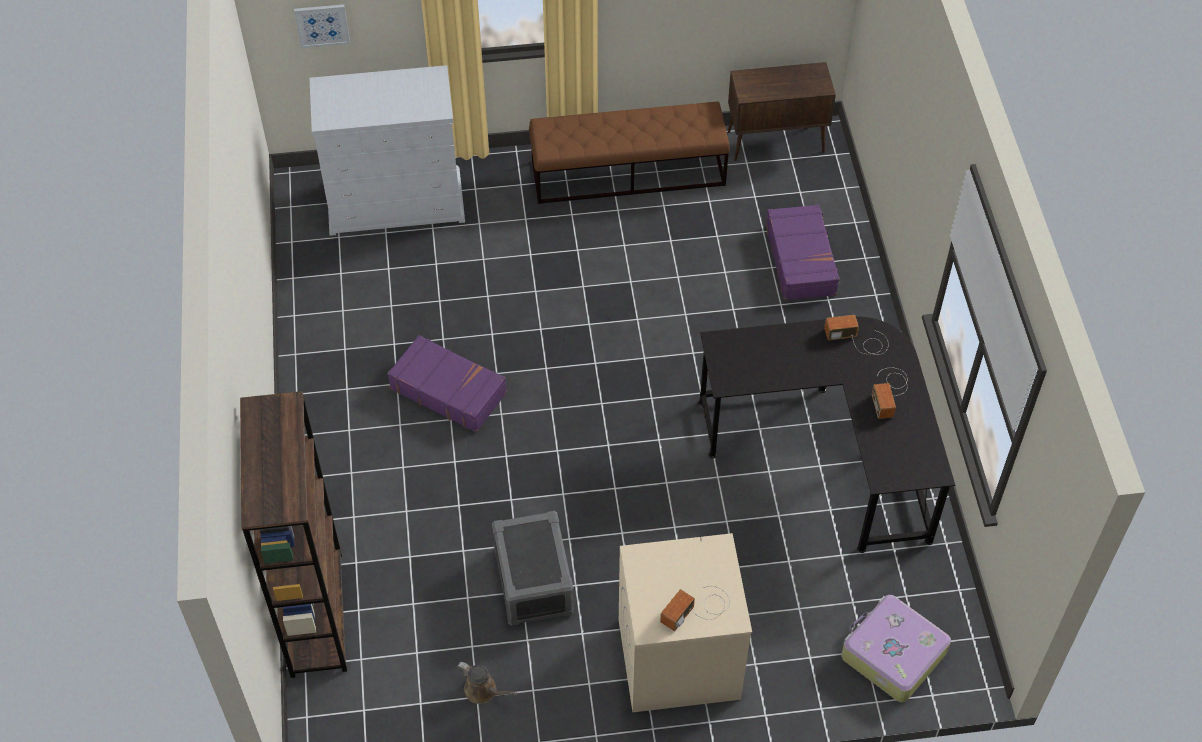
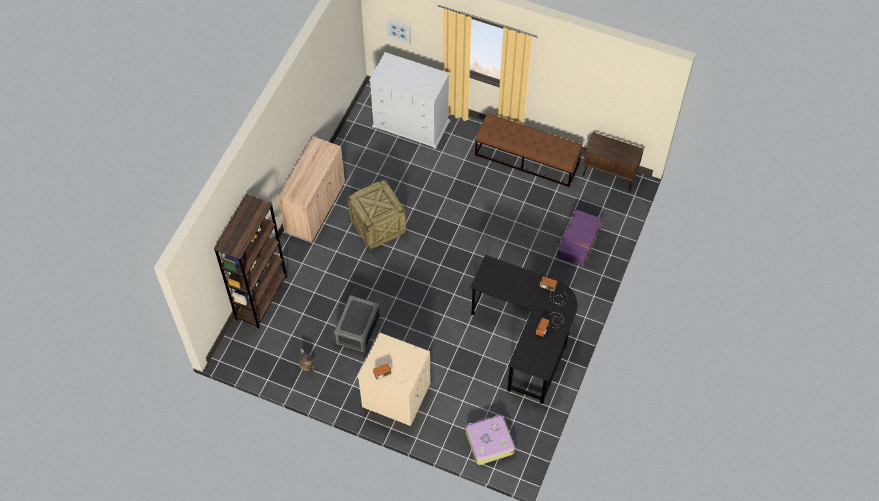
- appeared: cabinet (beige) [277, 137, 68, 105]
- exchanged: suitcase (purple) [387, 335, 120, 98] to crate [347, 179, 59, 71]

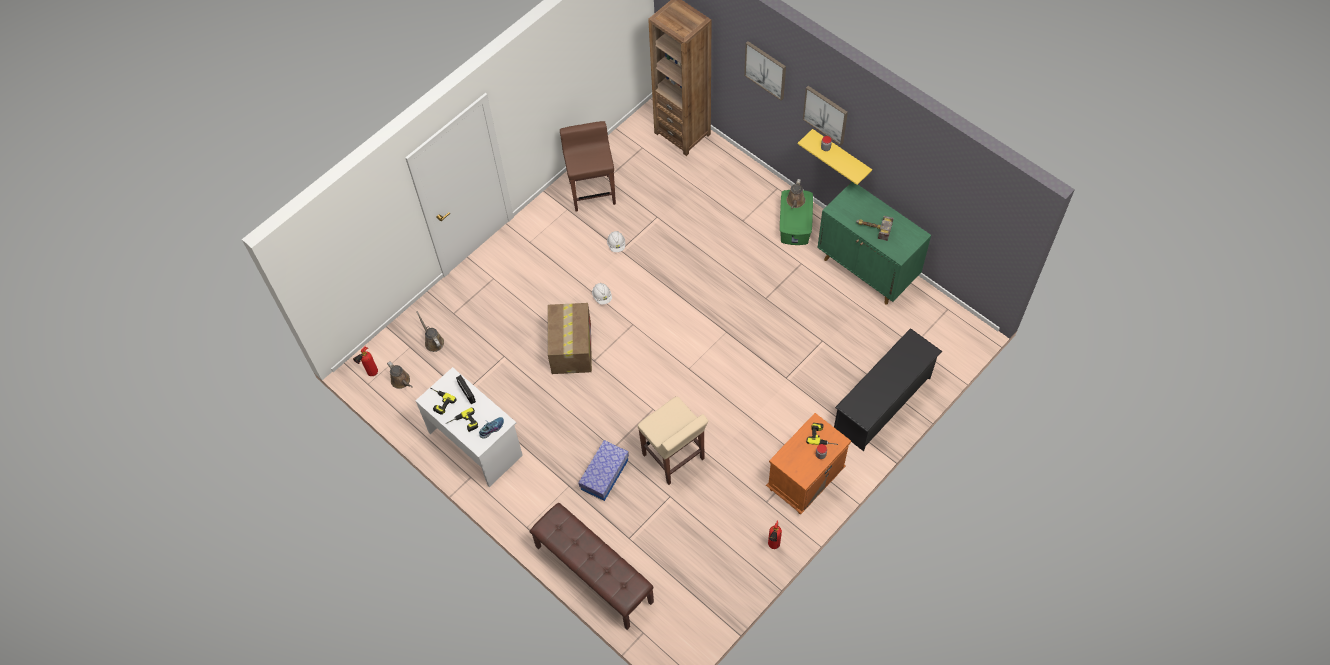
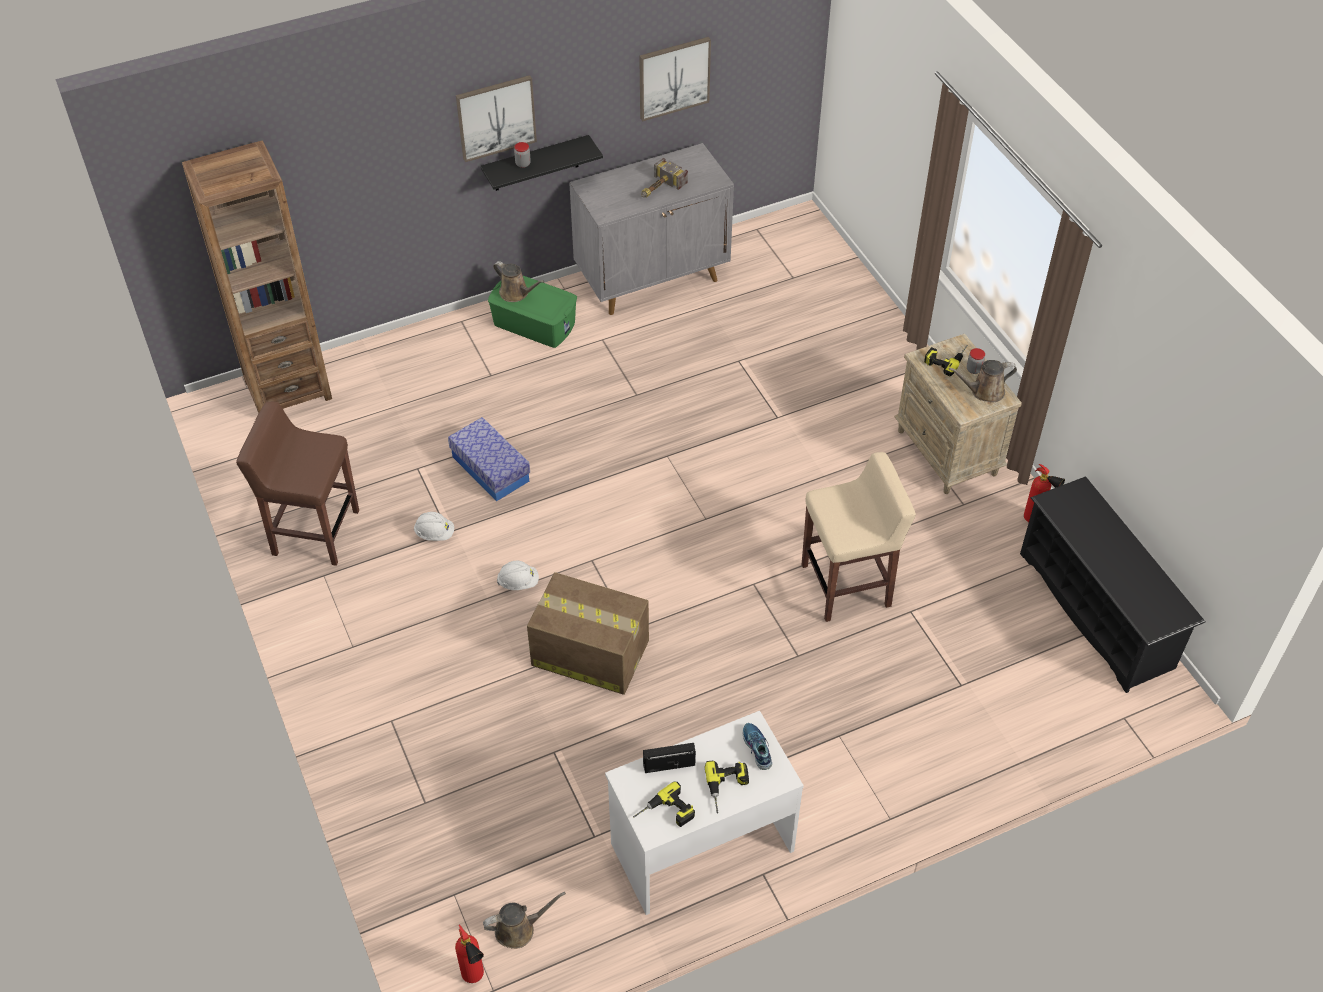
- missing: bench (brown) [530, 503, 124, 127]
- relocated: watering can (brown) [416, 311, 28, 41] to [949, 360, 68, 43]
- relocated: storage box [579, 440, 50, 61] to [448, 417, 82, 84]
- relocated: picture [744, 41, 42, 60] to [639, 37, 72, 84]
- relocated: shoe rack (black) [834, 328, 108, 123] to [1020, 476, 186, 217]
- colour: nightstand (orange) [766, 413, 85, 101] to nightstand (beige) [894, 334, 128, 160]
- colour: shelf (yellow) [798, 129, 74, 56] to shelf (black) [480, 135, 123, 56]
- colour: cabinet (green) [817, 182, 114, 123] to cabinet (grey) [569, 143, 165, 172]

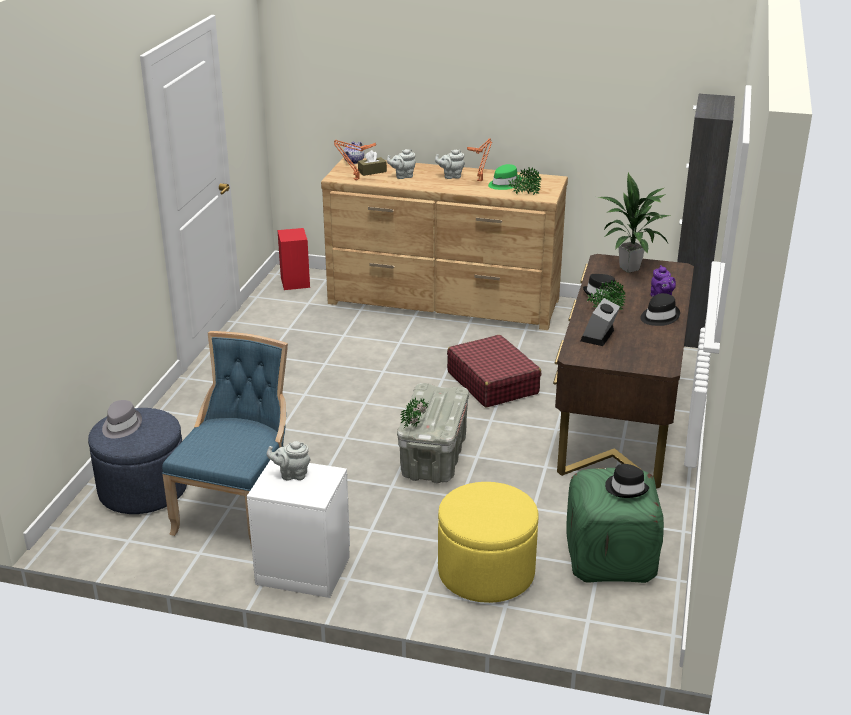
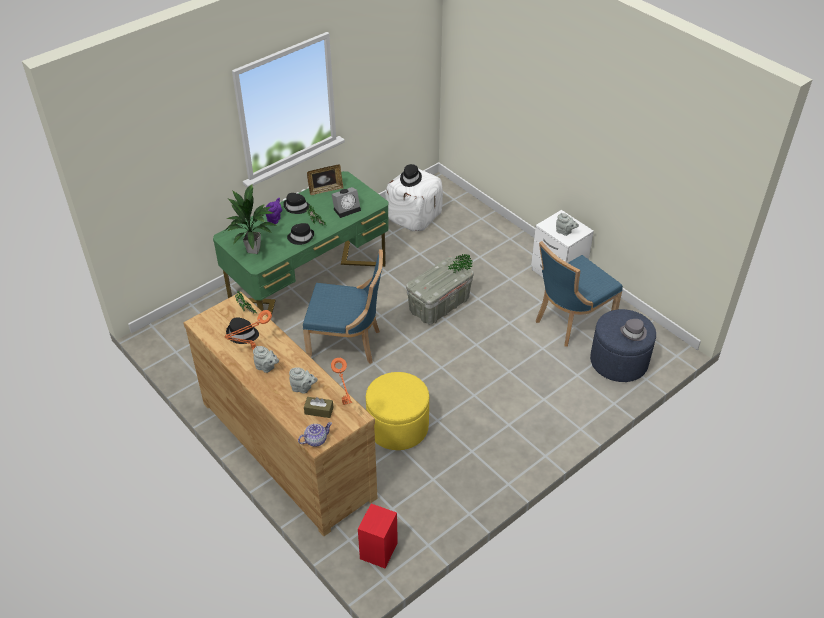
- missing: cabinet (black) [677, 94, 58, 254]
- appeared: picture frame [307, 164, 36, 31]
- relocated: ottoman (yellow) [438, 482, 100, 121] to [366, 372, 63, 78]
- exchanged: suitcase (red) [447, 335, 94, 72] to chair (blue) [303, 249, 80, 115]
- colour: hat (green) [488, 164, 33, 26] to hat (black) [226, 317, 33, 27]
- colour: desk (brown) [553, 254, 141, 235] to desk (green) [213, 171, 176, 146]
- colour: ottoman (green) [566, 468, 98, 115] to ottoman (white) [385, 169, 58, 62]

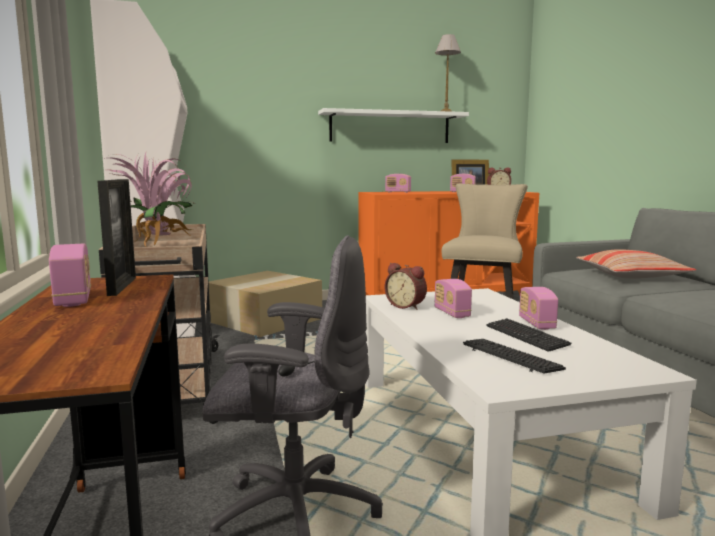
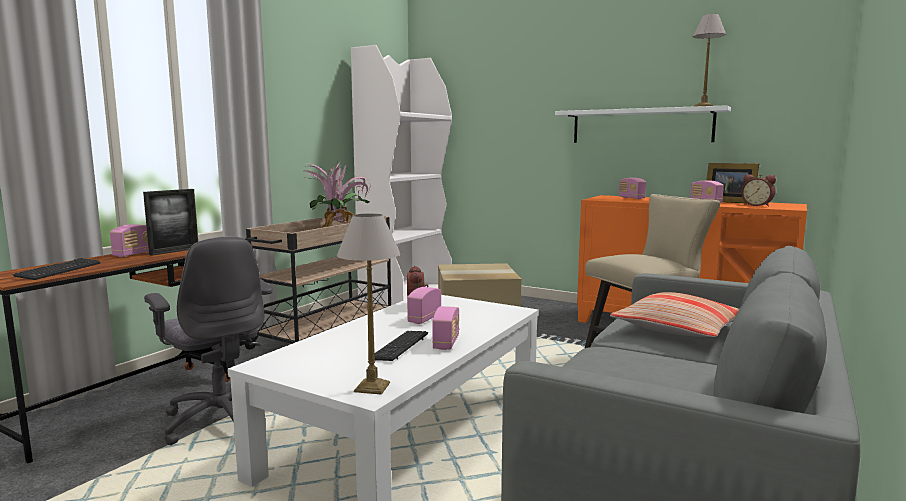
- appeared: table lamp [337, 214, 63, 181]
- relocated: keyboard [463, 339, 103, 34] to [13, 258, 88, 22]
- spun: radio [519, 287, 39, 43] = [432, 306, 27, 44] 150 degrees clockwise

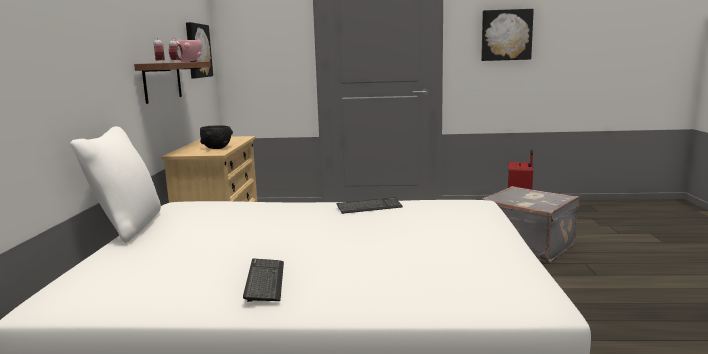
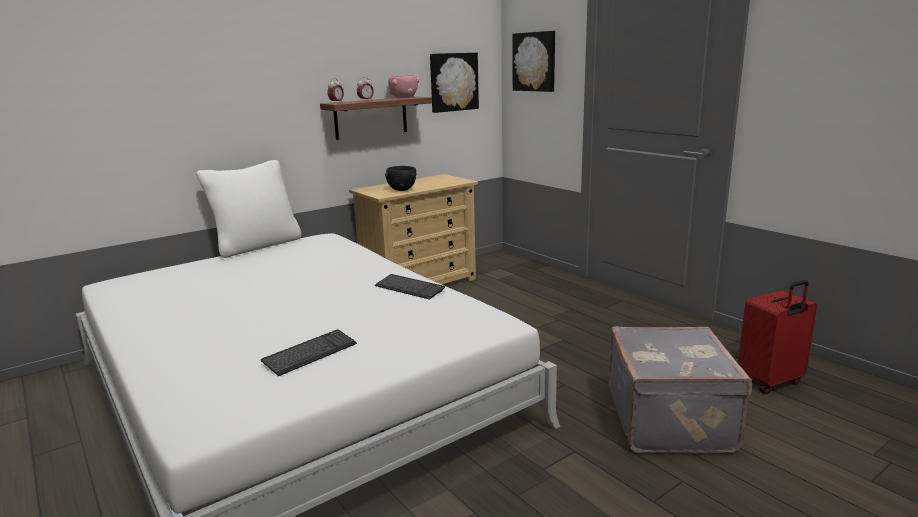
- relocated: keyboard [243, 259, 41, 43] to [261, 329, 96, 47]
- relocated: picture [481, 9, 53, 52] to [513, 31, 42, 61]

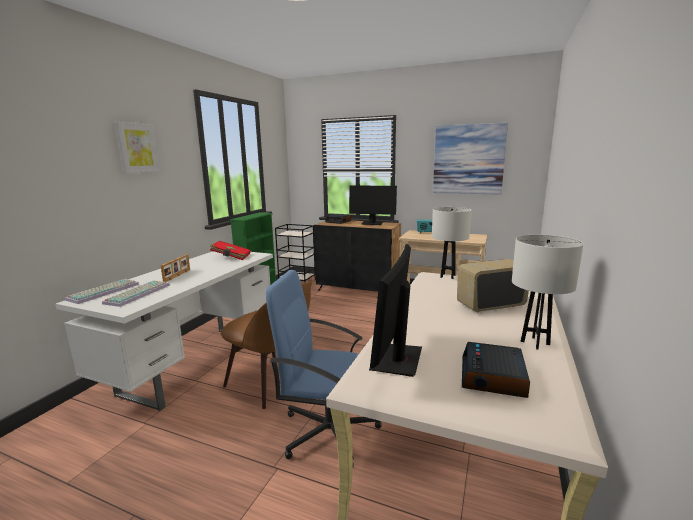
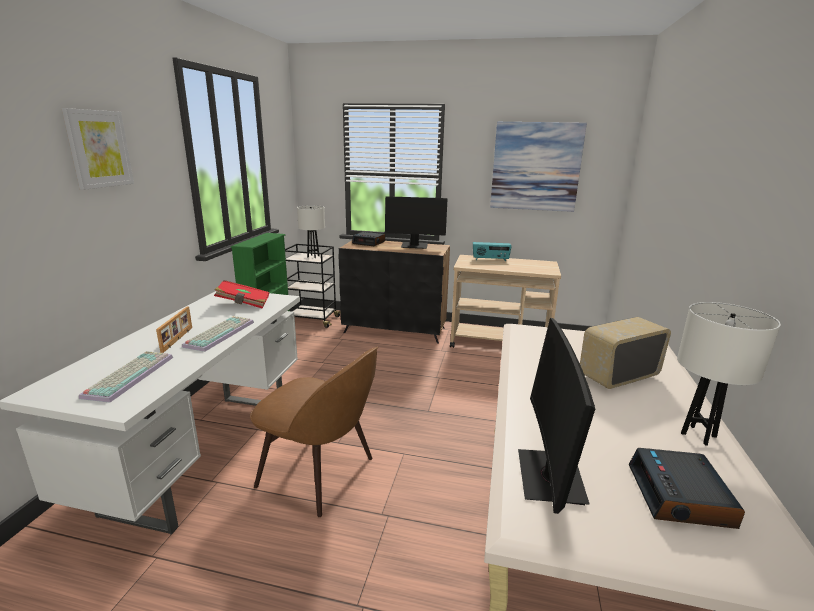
- missing: office chair (blue) [266, 270, 116, 197]
- relocated: keyboard [65, 279, 74, 25] to [182, 316, 72, 36]
- relocated: table lamp (white) [432, 207, 40, 72] to [297, 205, 28, 53]

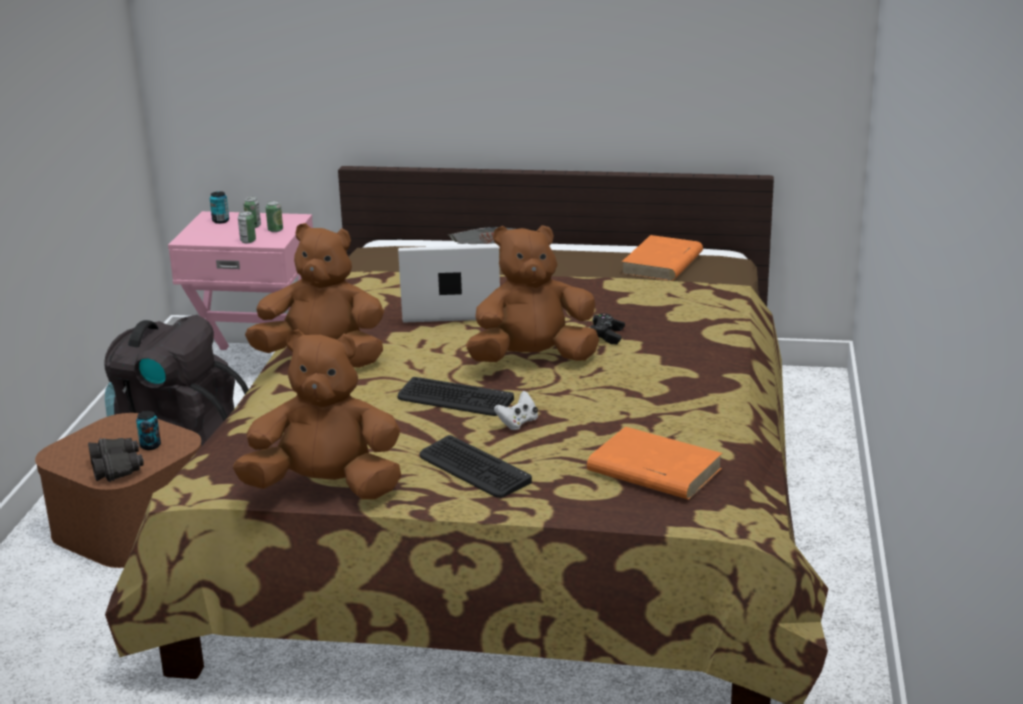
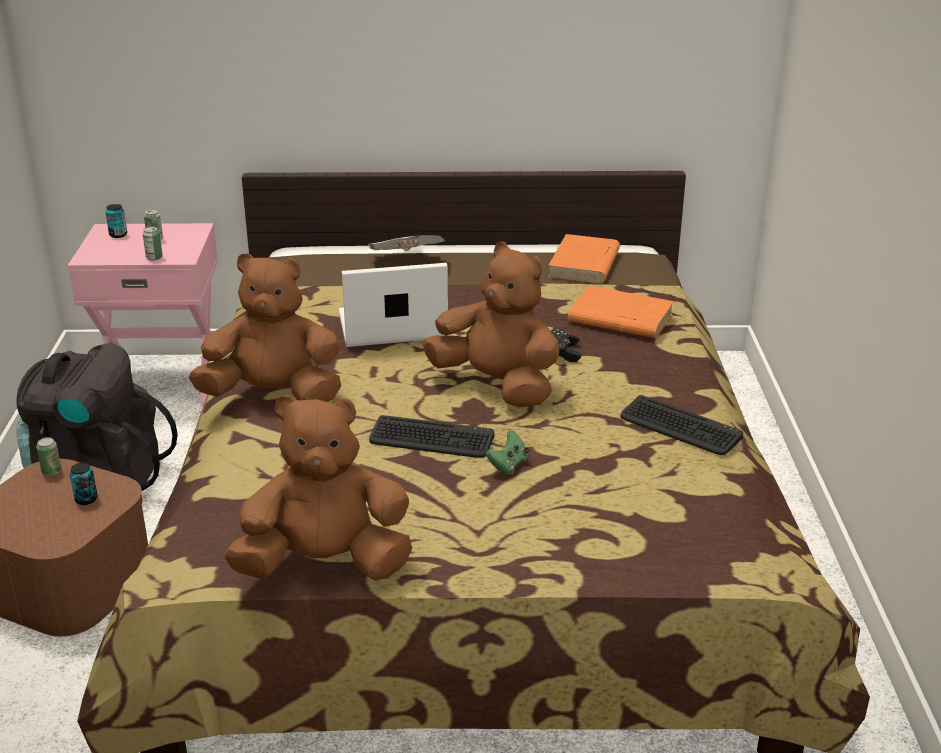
- missing: binoculars (black) [88, 438, 56, 44]
- relocated: can [266, 201, 17, 31] to [36, 437, 26, 39]
- relocated: keyboard [420, 435, 112, 63] to [620, 395, 123, 60]
- relocated: book (orange) [587, 427, 136, 73] to [568, 285, 106, 53]
- colour: game controller (white) [494, 391, 44, 39] to game controller (green) [485, 430, 44, 45]
- spun: plush toy (brown) [466, 225, 133, 137] = [423, 242, 136, 166] 60 degrees clockwise

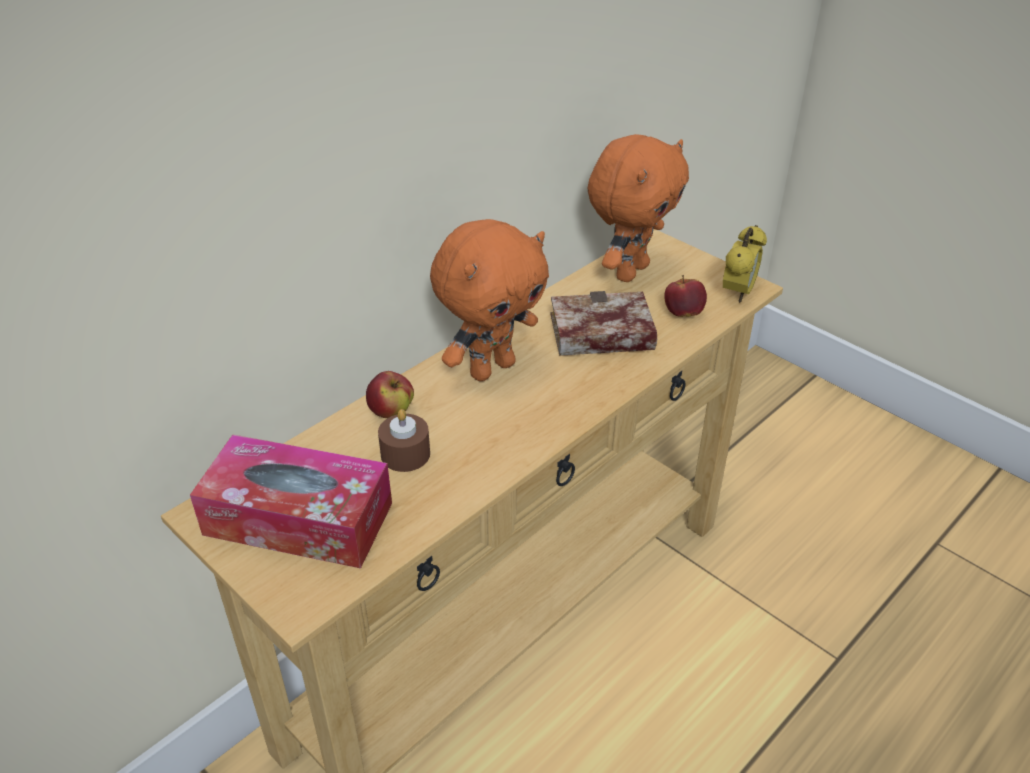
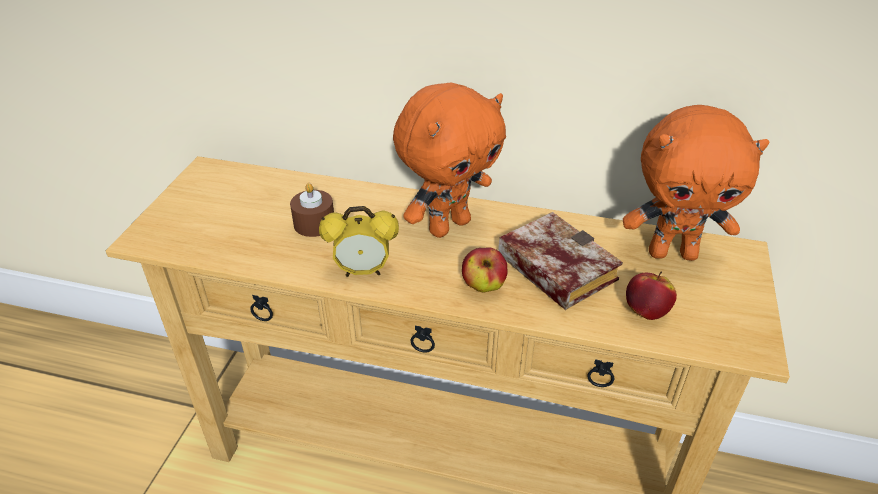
- missing: tissue box [190, 435, 202, 134]
- relocated: apple [366, 371, 48, 47] to [462, 247, 45, 45]
- relocated: alarm clock [723, 225, 44, 78] to [319, 206, 80, 71]
- spun: plush toy (orange) [430, 219, 119, 162] = [393, 82, 113, 156] 60 degrees counterclockwise

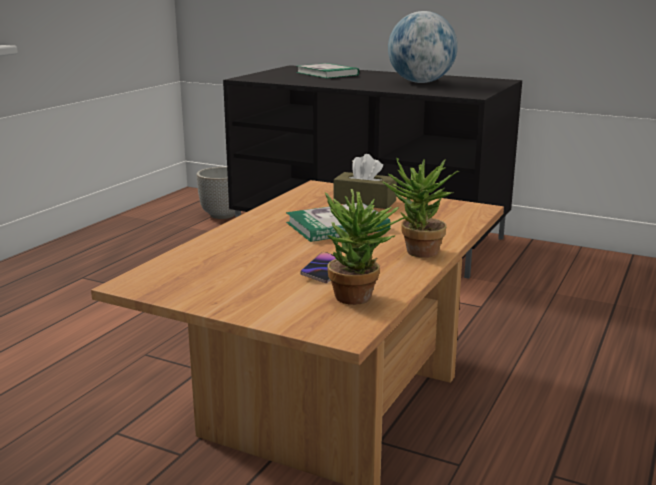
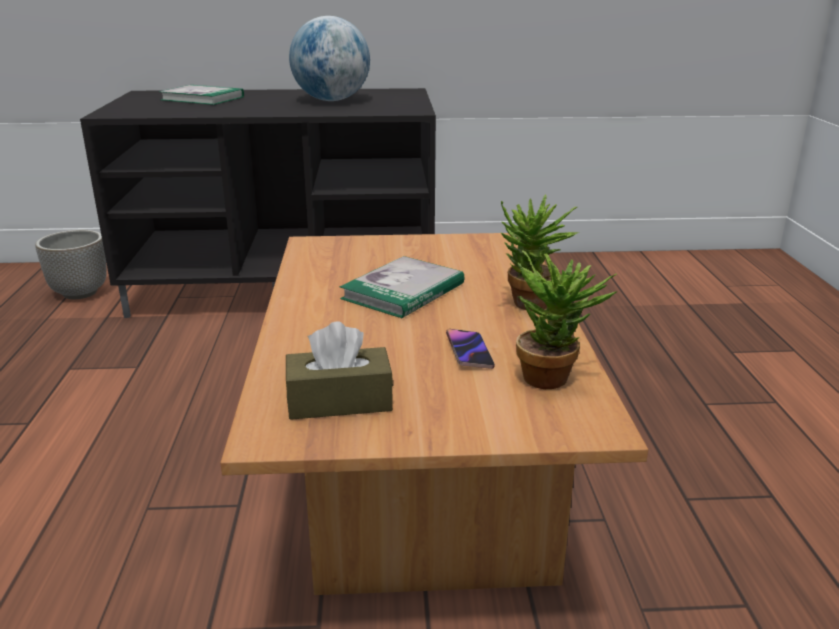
- relocated: tissue box (brown) [334, 154, 63, 55] to [286, 322, 107, 98]

